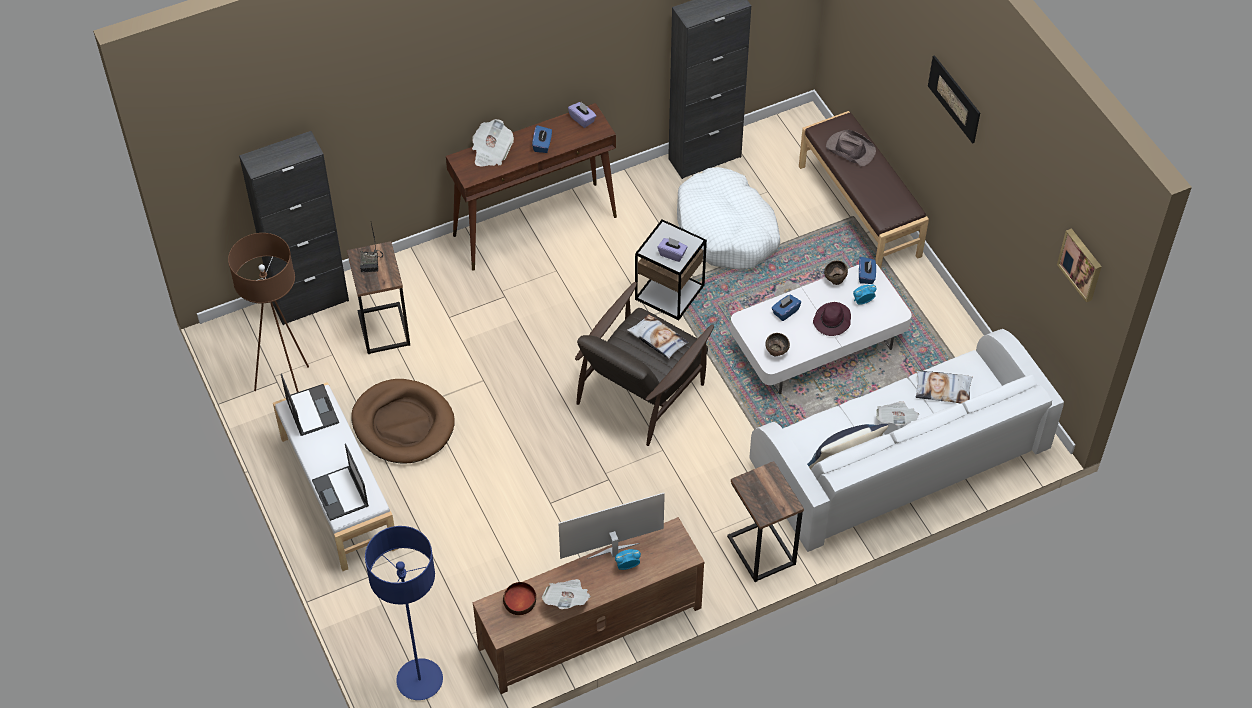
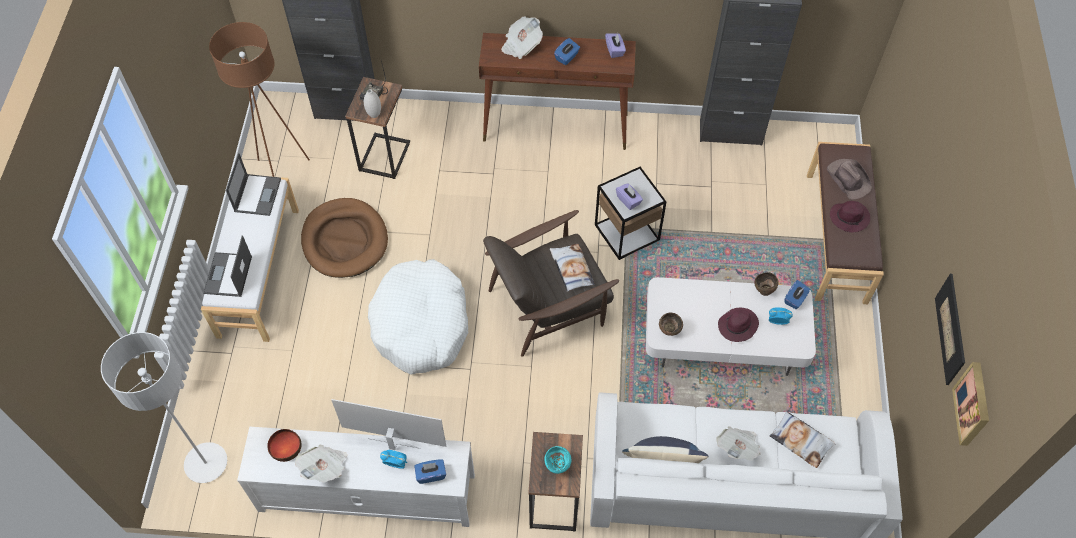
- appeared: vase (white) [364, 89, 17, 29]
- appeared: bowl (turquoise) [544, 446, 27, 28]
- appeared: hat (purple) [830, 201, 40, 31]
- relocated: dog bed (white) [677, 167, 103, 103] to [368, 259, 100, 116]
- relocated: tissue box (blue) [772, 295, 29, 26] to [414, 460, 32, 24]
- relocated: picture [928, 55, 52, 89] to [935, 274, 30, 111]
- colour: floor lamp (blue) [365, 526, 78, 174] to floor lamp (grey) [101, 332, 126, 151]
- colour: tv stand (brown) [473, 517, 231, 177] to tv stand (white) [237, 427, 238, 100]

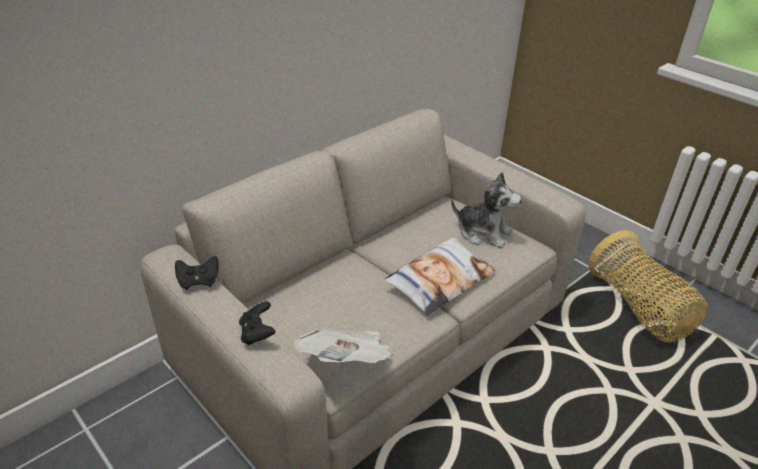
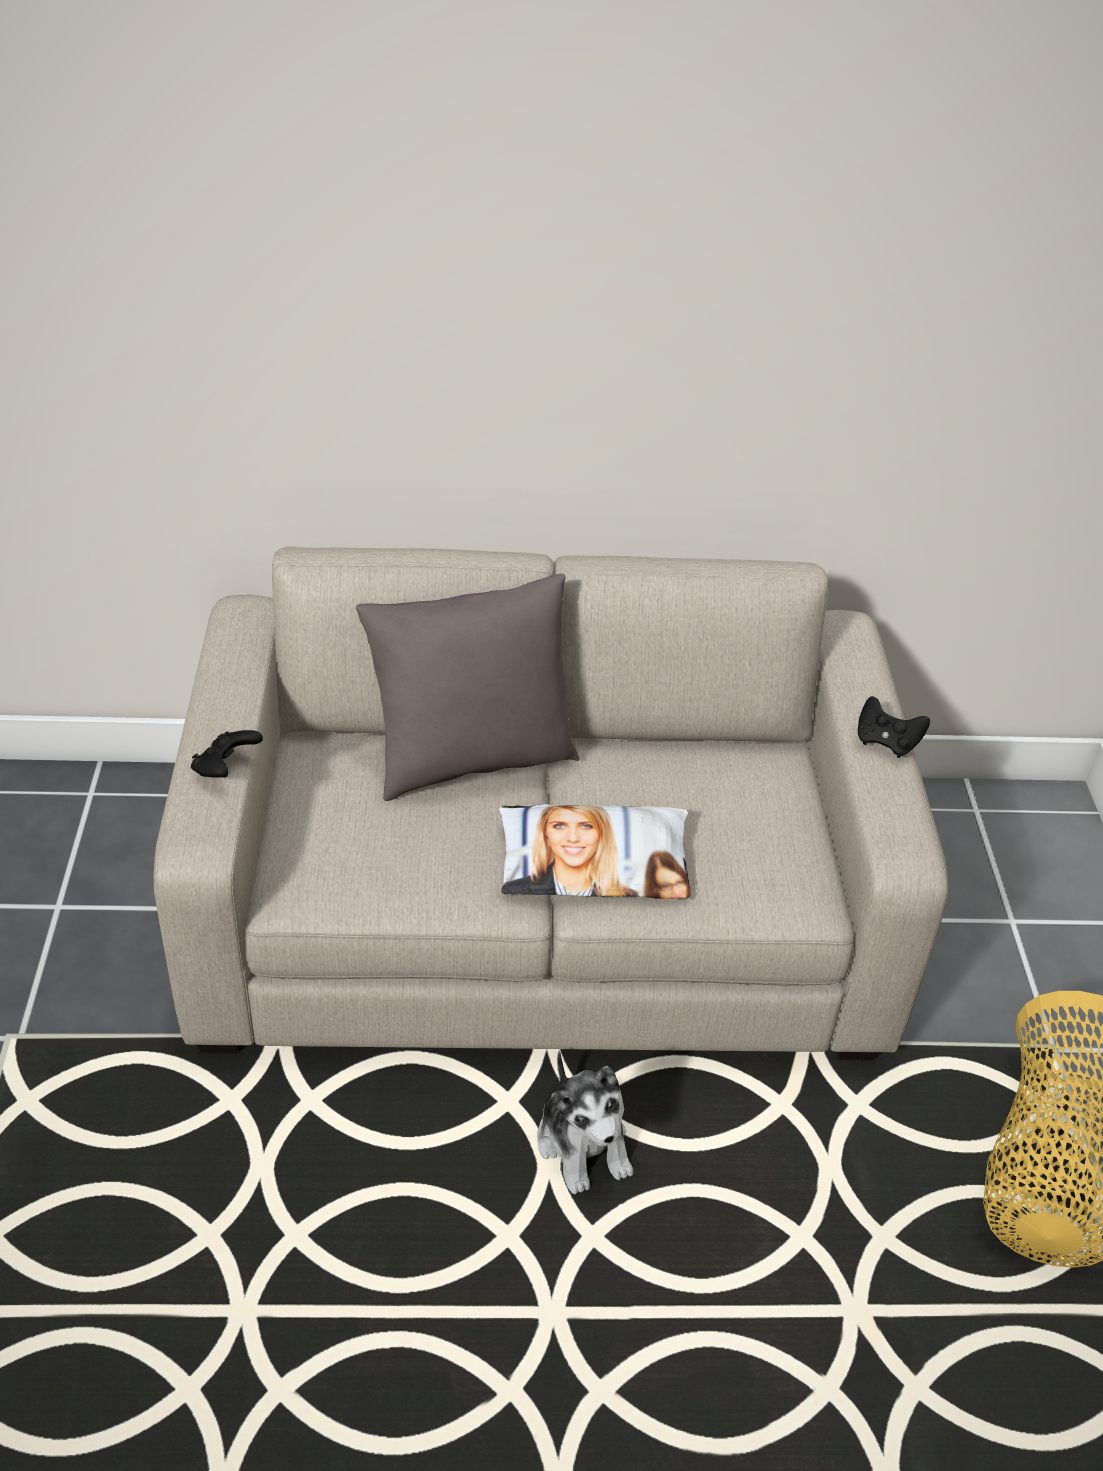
- missing: newspaper [293, 328, 100, 35]
- appeared: pillow (grey) [356, 574, 223, 227]
- relocated: game controller (black) [175, 256, 44, 34] to [858, 696, 72, 62]
- relocated: plush toy [451, 172, 70, 76] to [537, 1051, 96, 143]

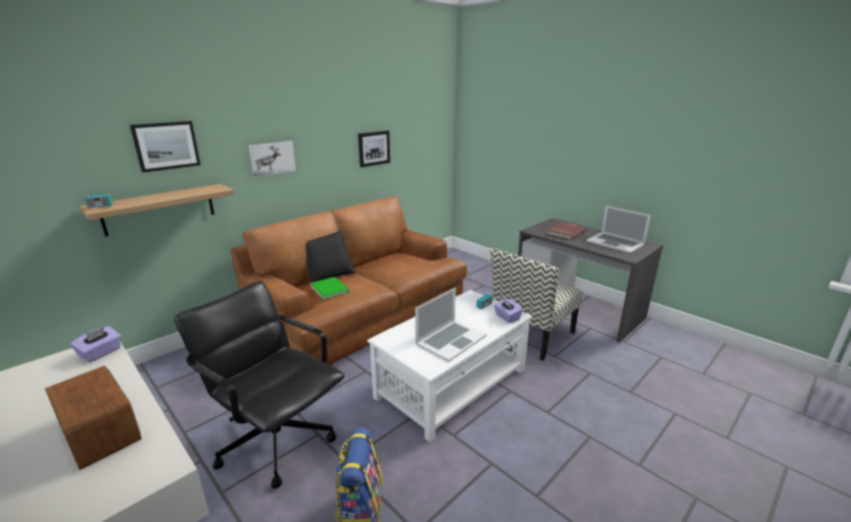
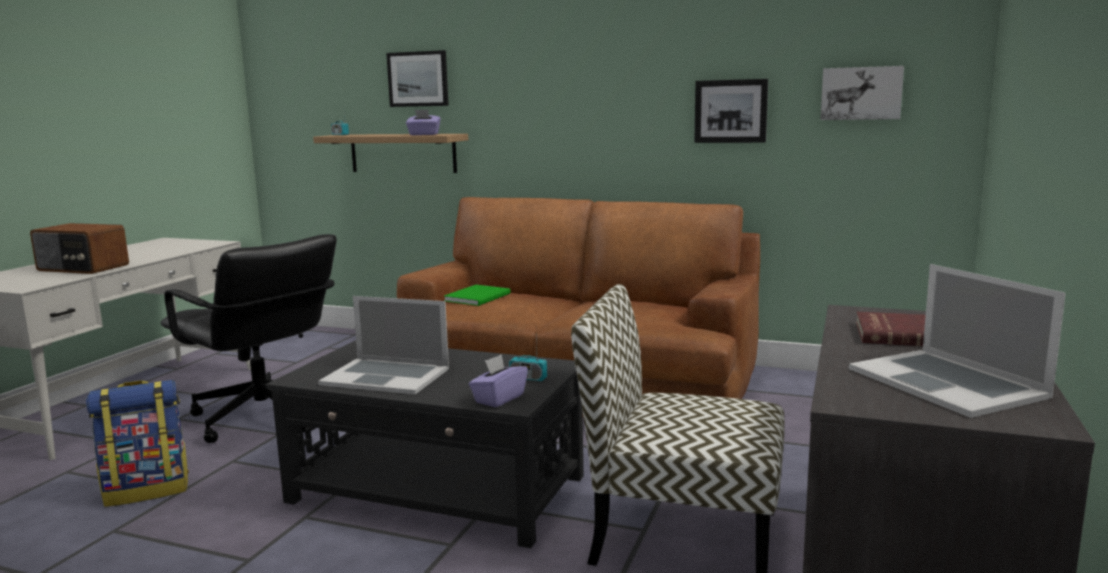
- missing: pillow (black) [306, 230, 50, 53]
- relocated: tissue box (purple) [70, 326, 51, 36] to [406, 110, 35, 25]
- relocated: picture [249, 141, 47, 36] to [820, 66, 84, 54]
- colour: coffee table (white) [367, 290, 165, 152] to coffee table (black) [266, 340, 317, 208]
- spun: radio [45, 366, 96, 104] = [30, 223, 99, 51] 90 degrees clockwise
- spun: office chair (black) [174, 281, 171, 208] = [161, 234, 176, 209] 120 degrees clockwise
- spun: laptop [586, 206, 65, 47] = [849, 264, 217, 154] 45 degrees counterclockwise

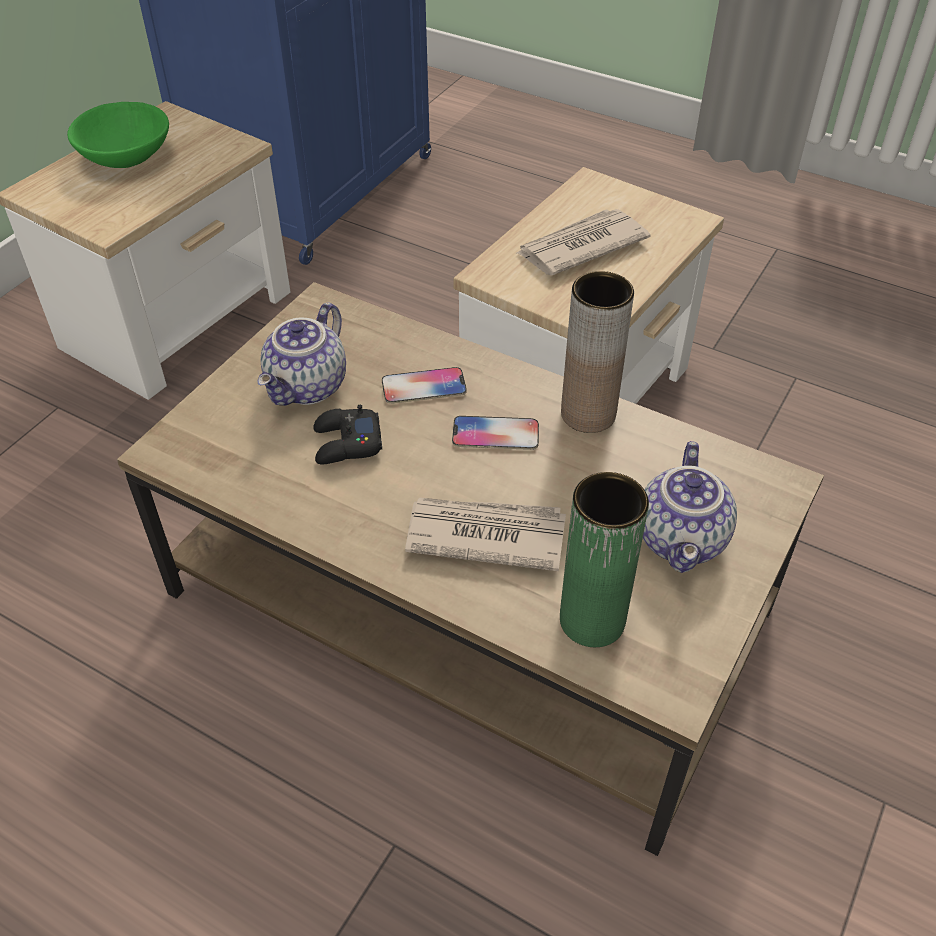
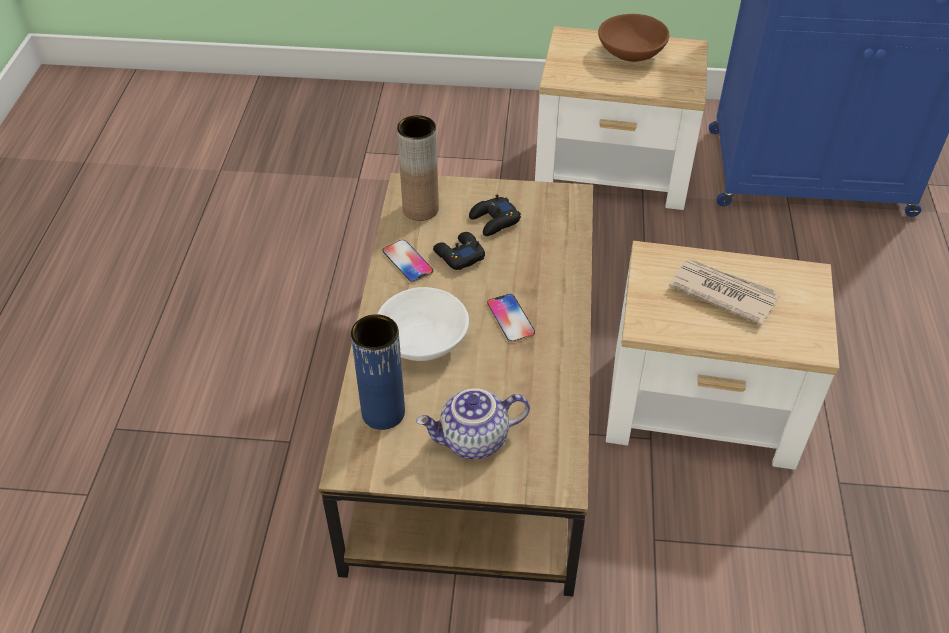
- relocated: phone [382, 367, 85, 37] to [382, 240, 51, 43]
- relocated: vase (brown) [561, 271, 73, 162] to [397, 115, 42, 106]
- exchanged: teapot [258, 302, 88, 104] to game controller (black) [469, 195, 52, 41]
- exchanged: newspaper [405, 497, 161, 74] to bowl (white) [378, 287, 91, 74]
- colour: bowl (green) [67, 102, 102, 66] to bowl (brown) [598, 14, 72, 48]
- colour: vase (green) [560, 472, 89, 175] to vase (blue) [351, 314, 54, 116]

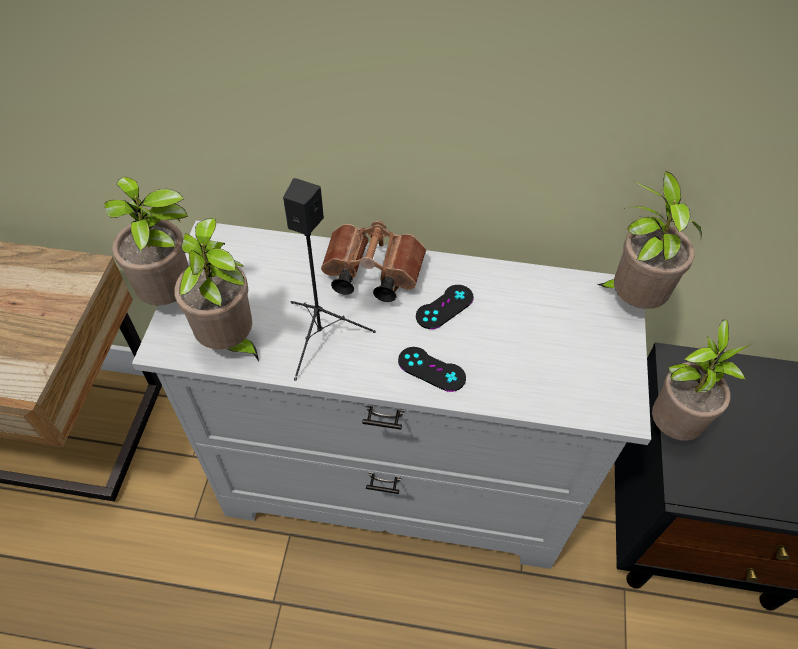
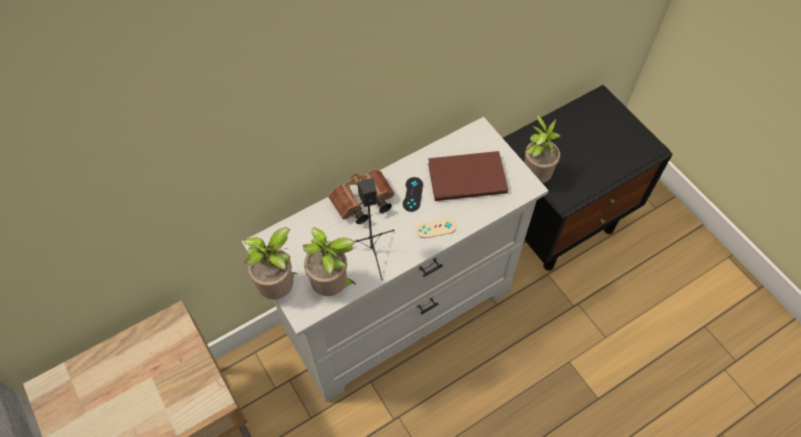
- missing: potted plant [597, 170, 105, 139]
- appeared: book (brown) [428, 151, 80, 50]
- colour: game controller (black) [398, 347, 68, 45] to game controller (beige) [416, 218, 41, 20]

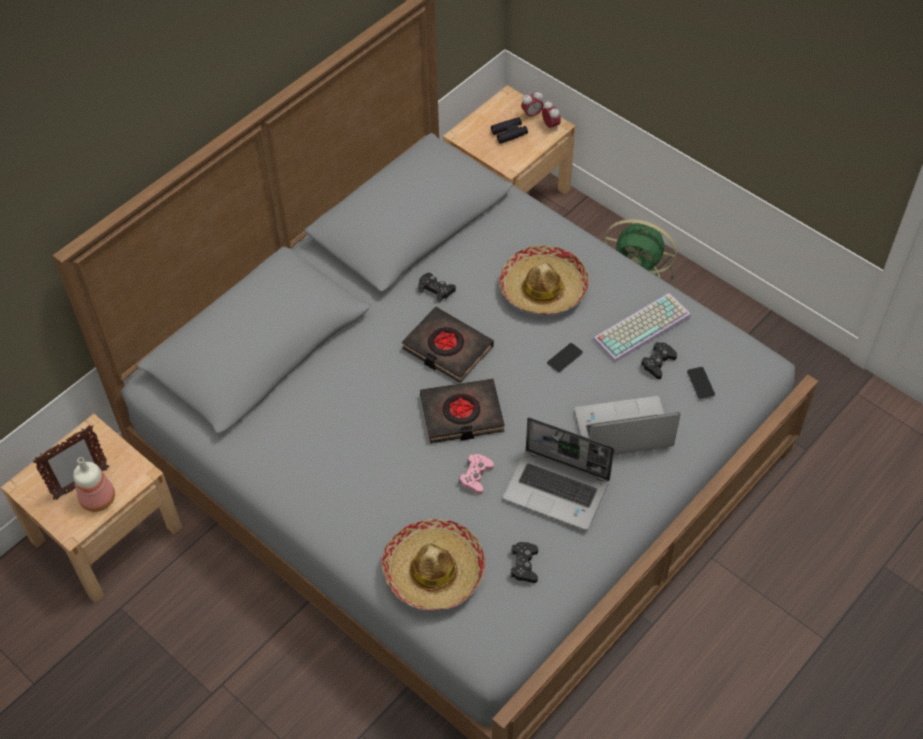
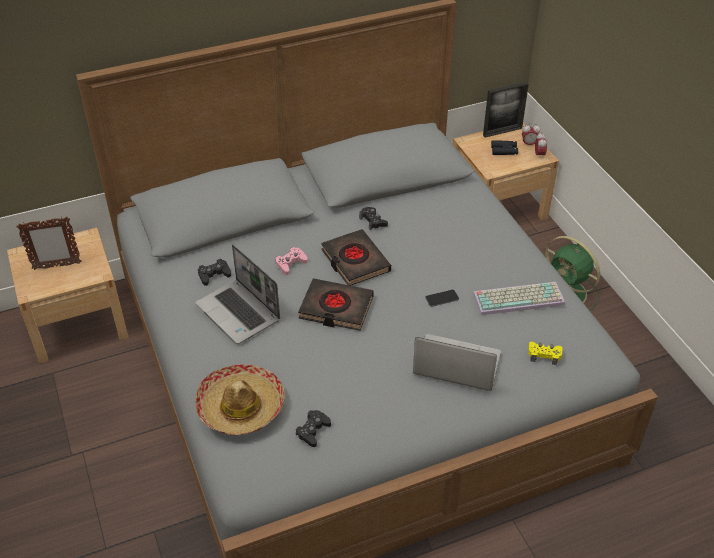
- missing: bottle [73, 457, 42, 55]
- missing: hat [499, 245, 90, 70]
- appeared: picture frame [483, 82, 46, 55]
- relocated: game controller (pink) [459, 454, 35, 41] to [275, 247, 33, 28]
- relocated: laptop [503, 417, 112, 113] to [195, 244, 85, 100]
- relocated: game controller (black) [641, 342, 36, 37] to [198, 259, 33, 27]
- exchanged: phone [687, 367, 28, 32] to game controller (yellow) [528, 342, 34, 23]

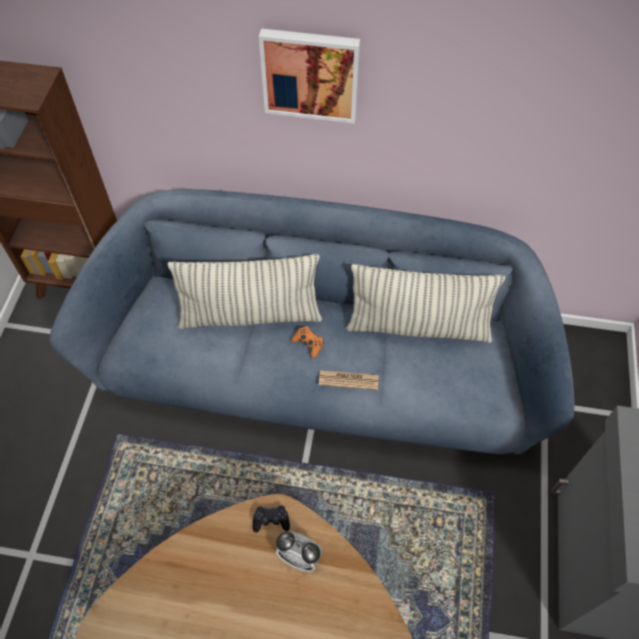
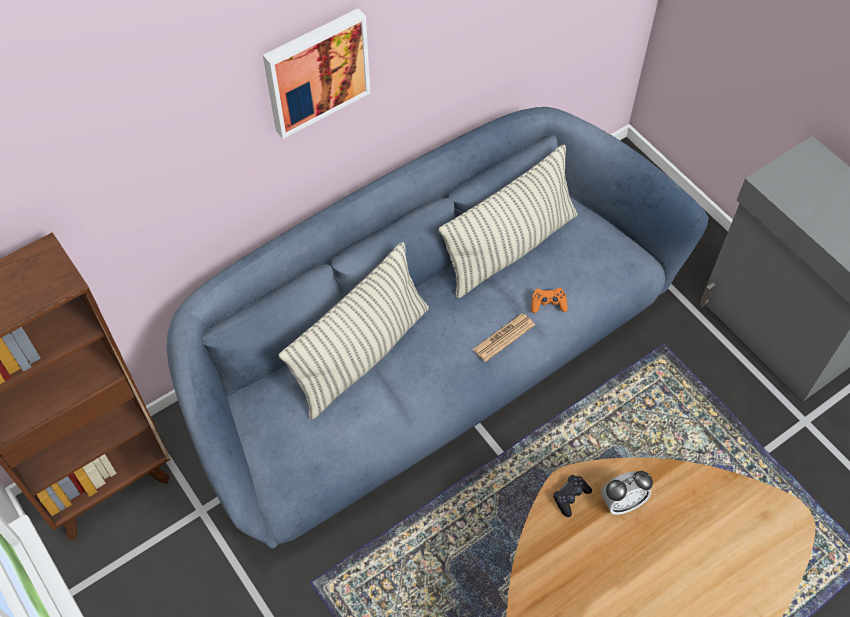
- relocated: game controller (orange) [291, 326, 33, 32] to [531, 288, 37, 25]

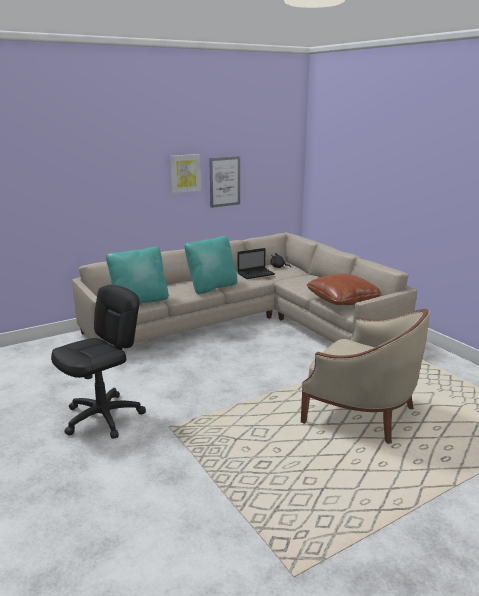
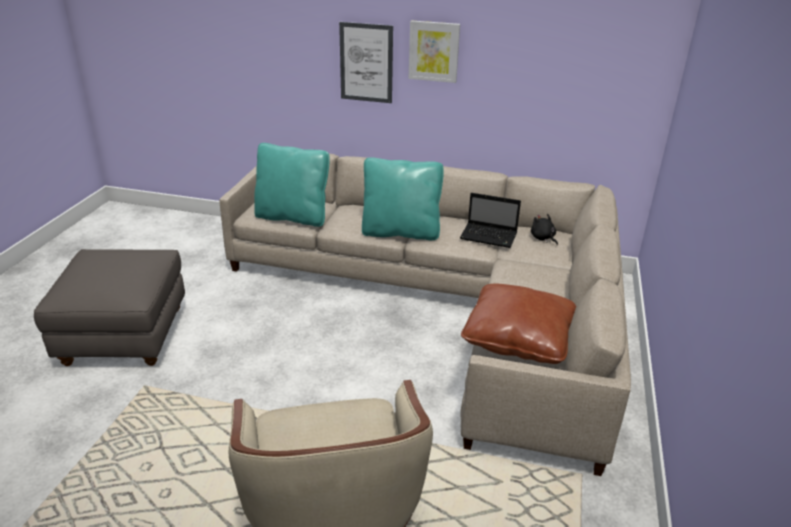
- relocated: picture [209, 156, 31, 52] to [339, 22, 54, 81]
- exchanged: office chair (black) [51, 285, 95, 154] to ottoman (grey) [34, 249, 151, 117]

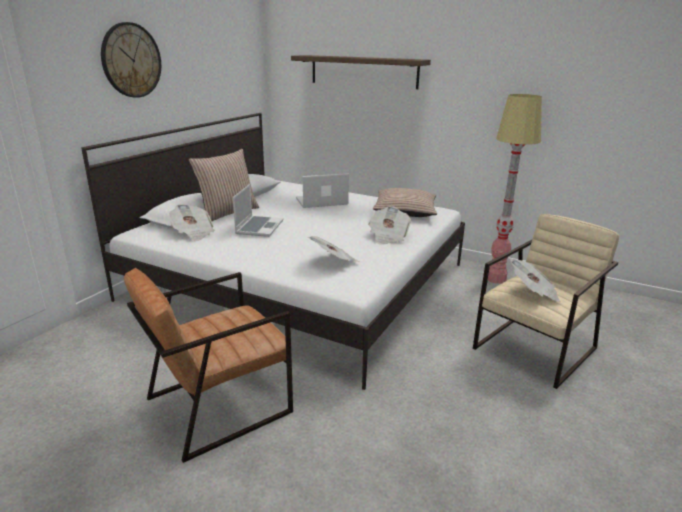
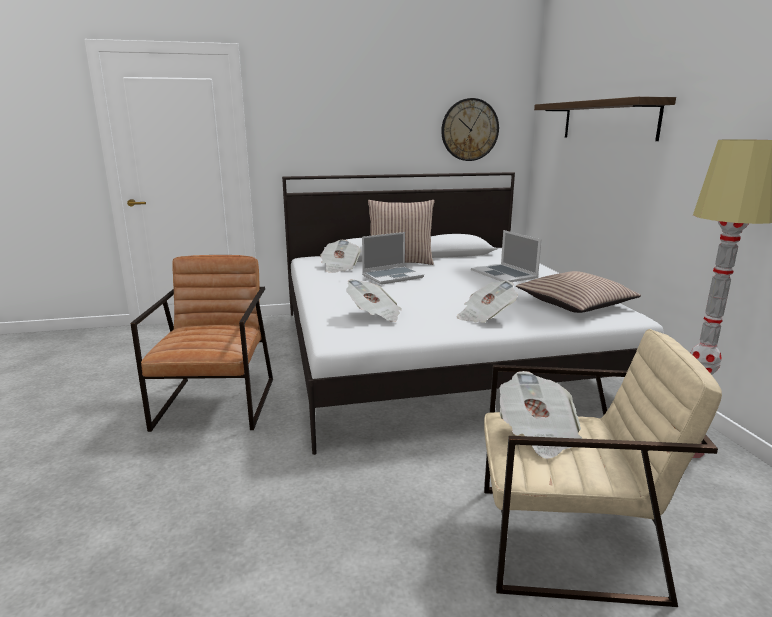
- relocated: wall clock [101, 22, 60, 76] to [441, 98, 58, 63]
- spun: armchair (brown) [124, 268, 169, 195] = [130, 255, 143, 177] 75 degrees clockwise
- spun: laptop [296, 173, 53, 35] = [471, 230, 71, 52] 150 degrees counterclockwise

